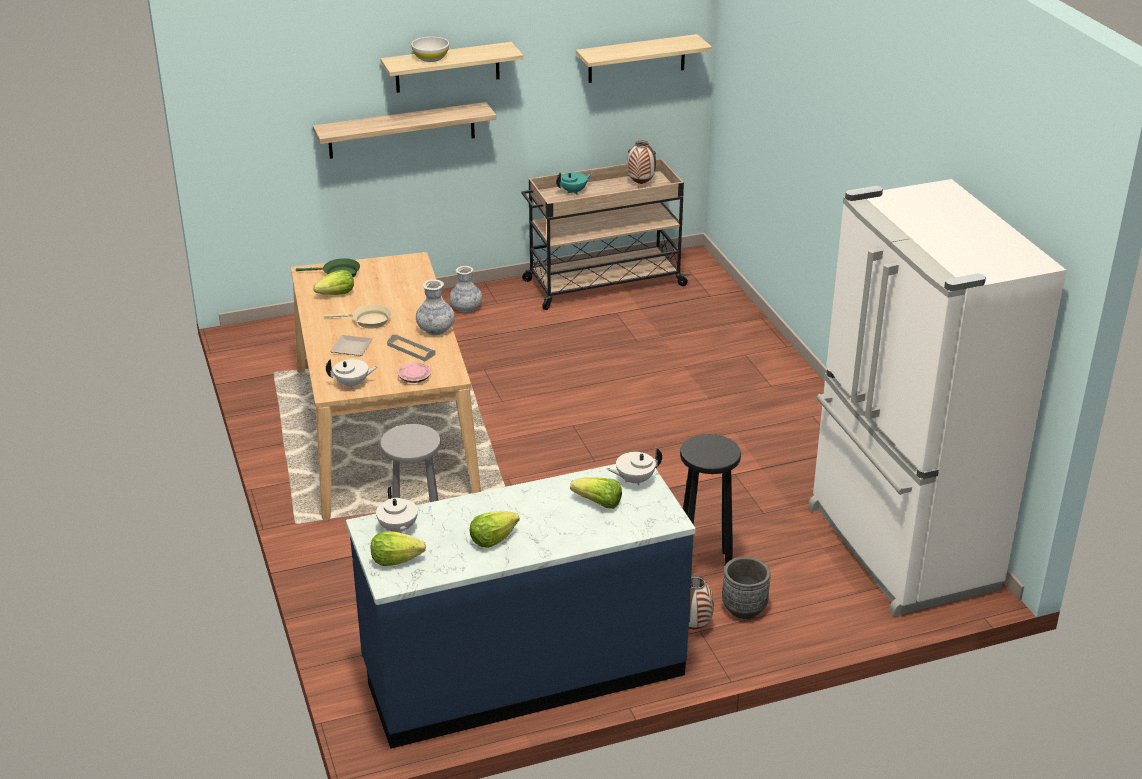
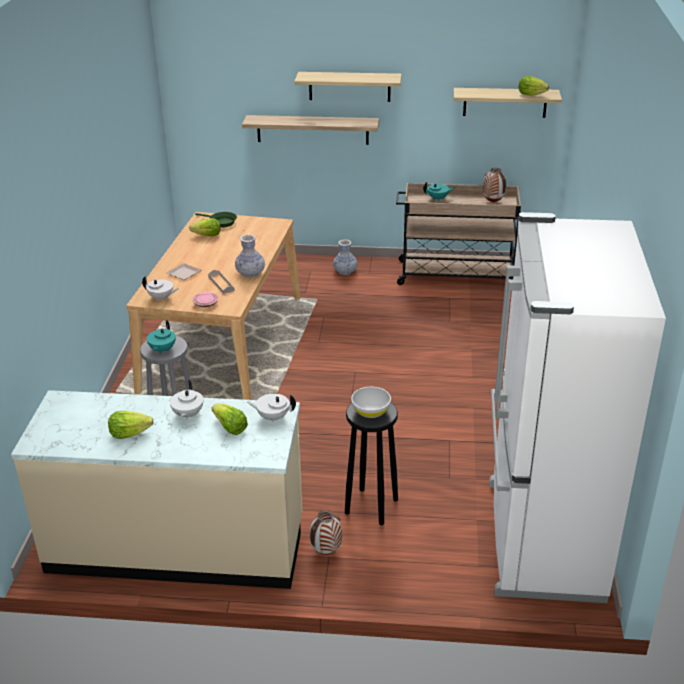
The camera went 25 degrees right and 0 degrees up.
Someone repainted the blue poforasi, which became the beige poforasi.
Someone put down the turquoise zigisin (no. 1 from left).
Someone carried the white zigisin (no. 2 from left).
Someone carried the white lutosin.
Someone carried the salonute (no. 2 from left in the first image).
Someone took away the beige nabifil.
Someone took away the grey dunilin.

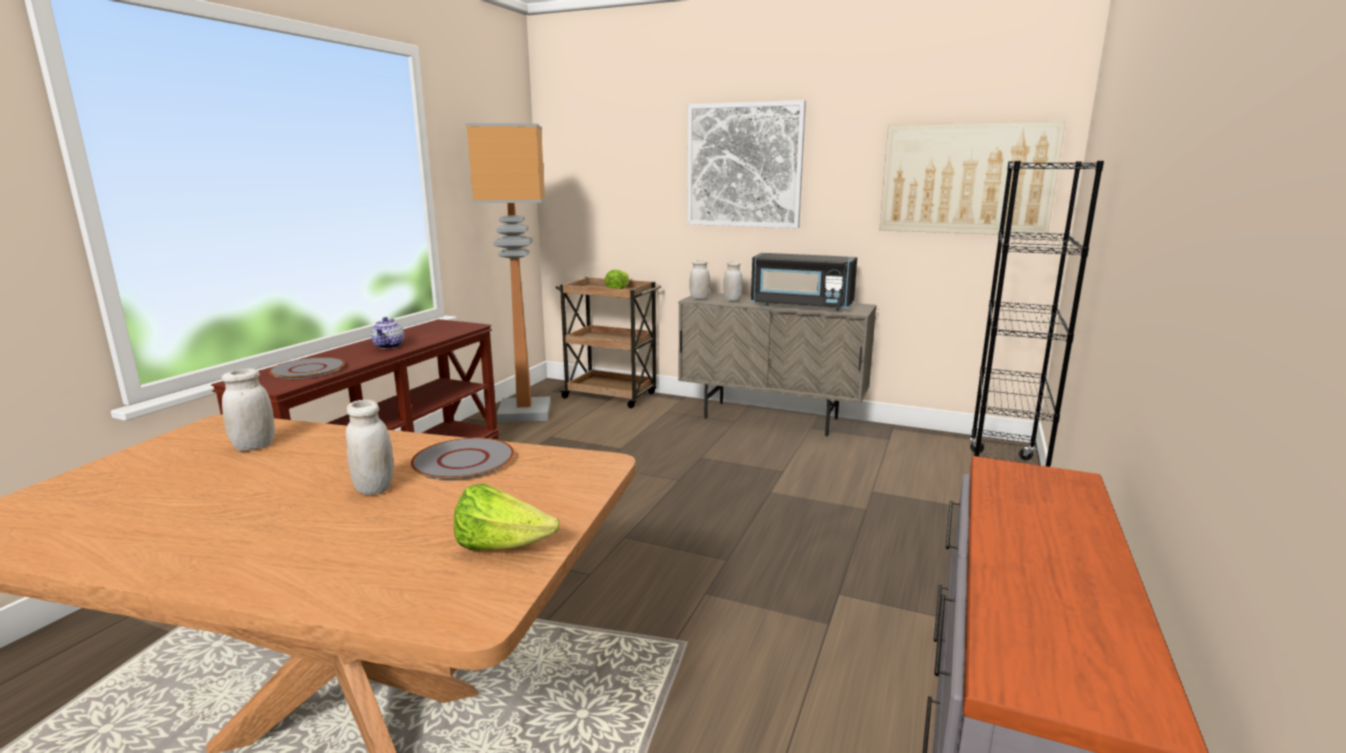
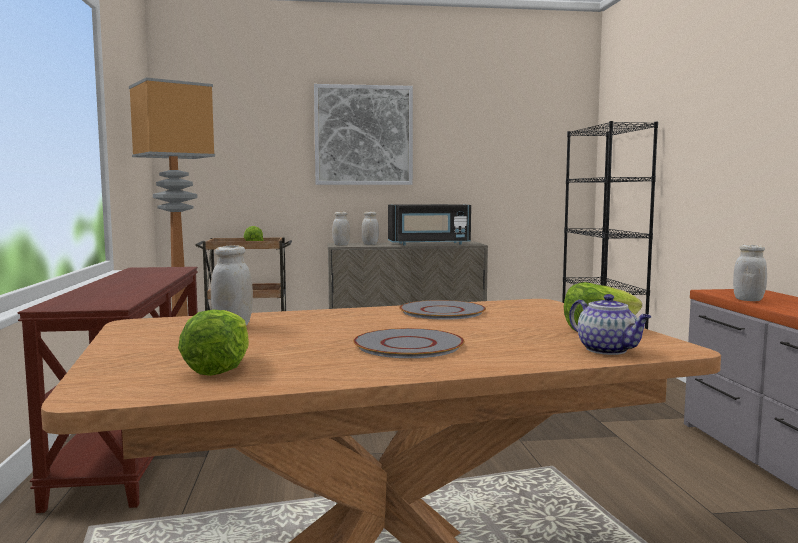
The camera went 30 degrees left and 10 degrees down.
Someone put down the salonute (no. 1 from left).
Someone carried the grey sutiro (no. 1 from left).
Someone carried the zigisin.
Someone carried the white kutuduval (no. 2 from left in the first image).
Someone took away the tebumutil (no. 2 from left).

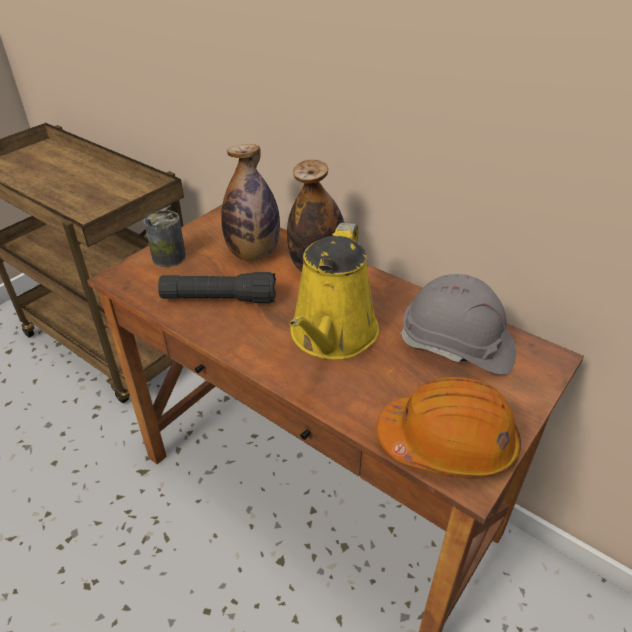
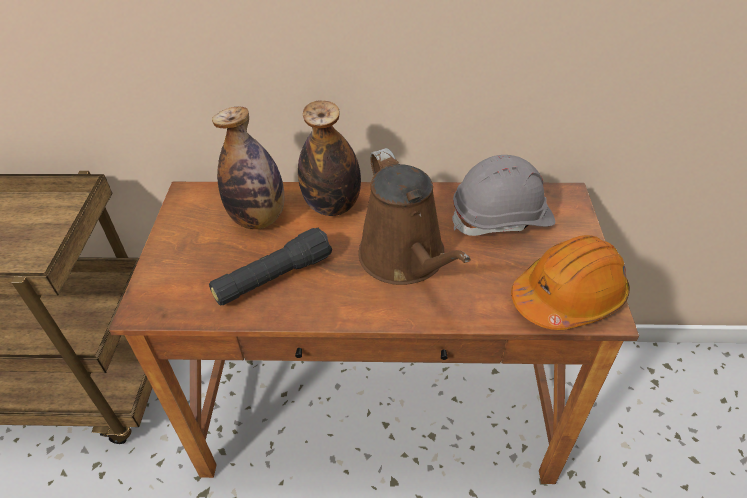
The camera went 35 degrees left and 5 degrees up.
Someone repainted the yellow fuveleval, which became the brown fuveleval.
Someone took away the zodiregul.

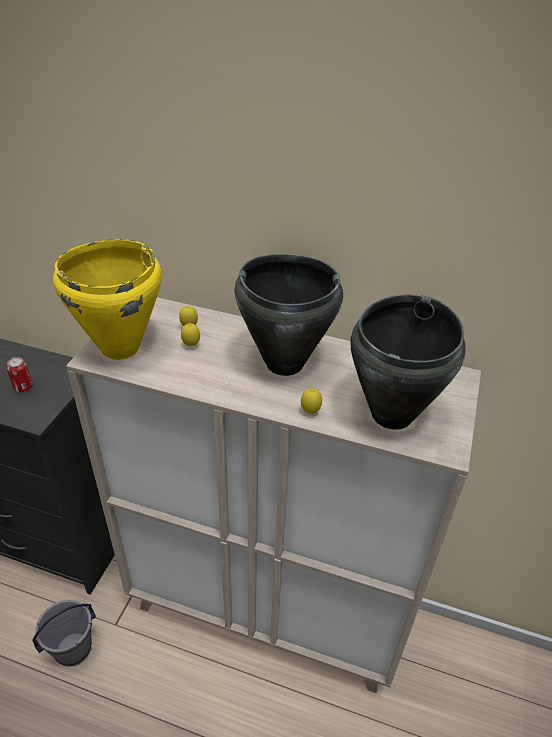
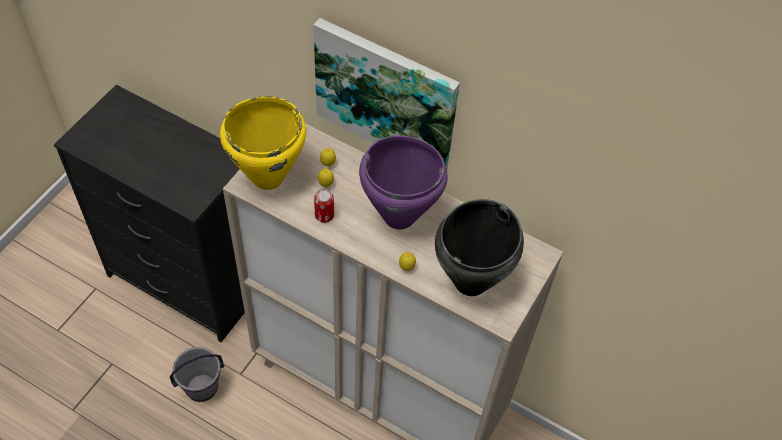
The camera went 10 degrees right and 15 degrees up.
Someone put up the tebumutil.
Someone carried the zodiregul.
Someone repainted the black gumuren (no. 1 from left), which became the purple gumuren.

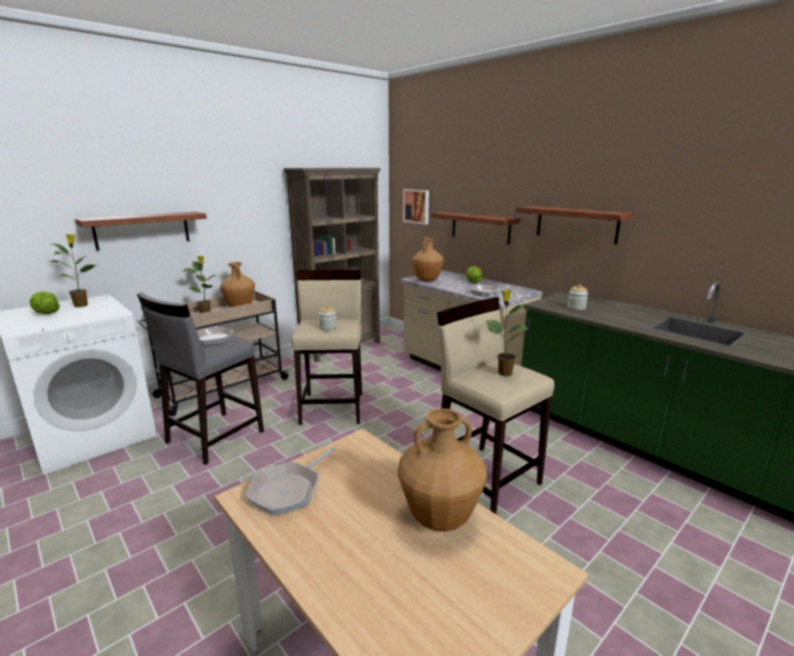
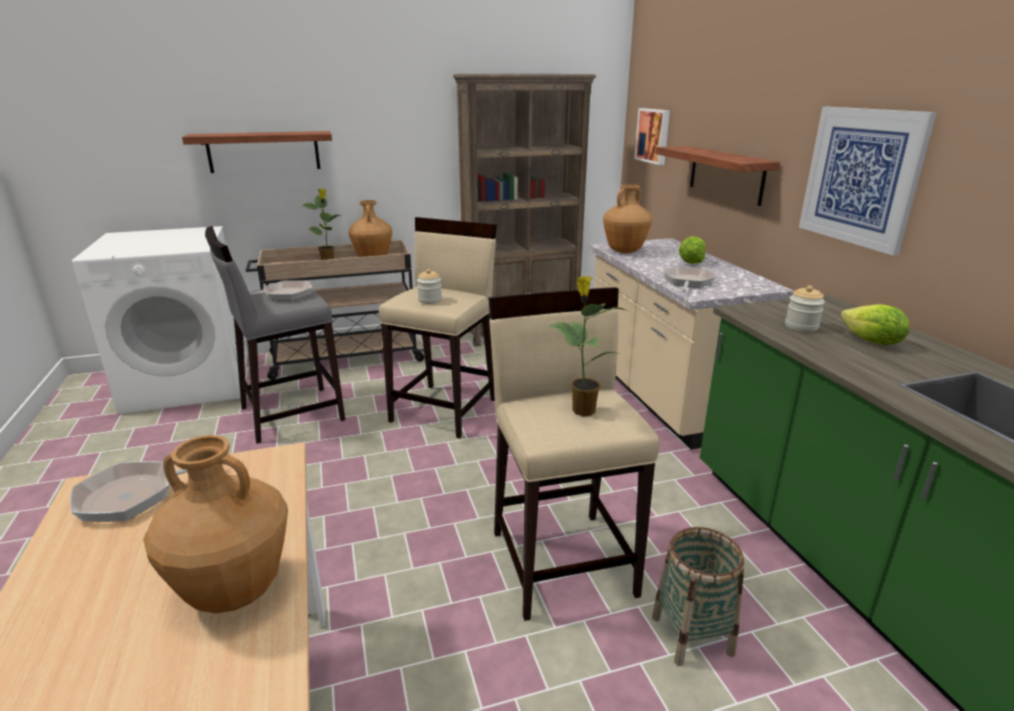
The camera went 25 degrees right and 5 degrees up.
Someone put down the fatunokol.
Someone swapped the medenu (no. 3 from left) for the tebumutil (no. 2 from left).
Someone carried the salonute (no. 1 from left in the first image).
Someone took away the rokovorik (no. 1 from left).

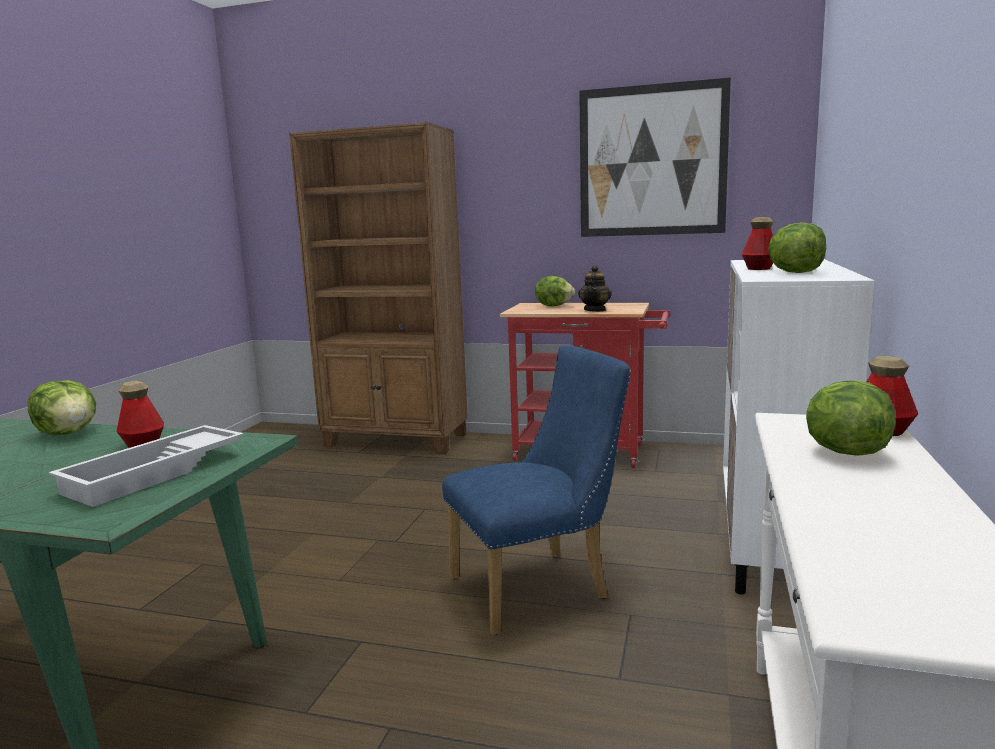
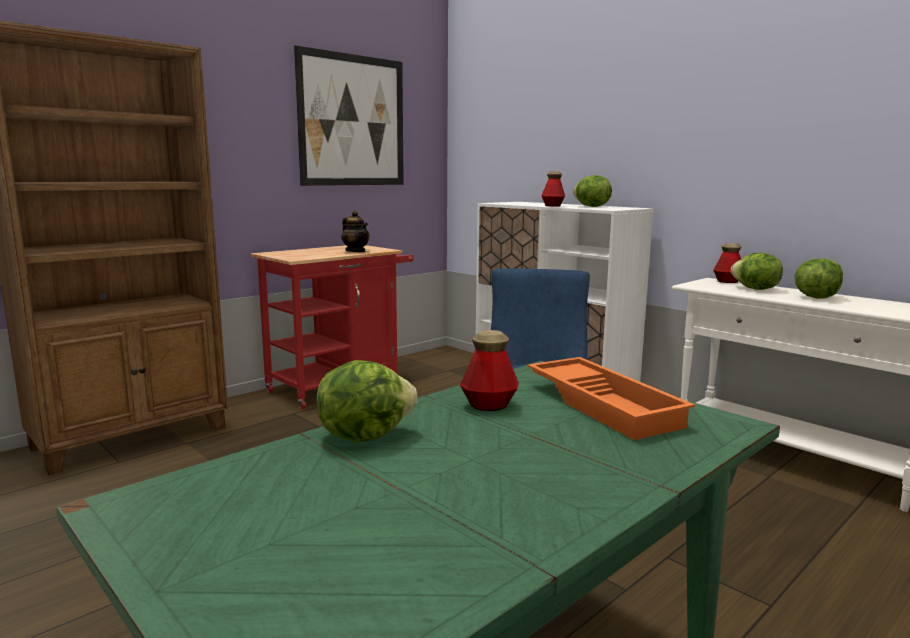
The camera went 60 degrees left and 0 degrees up.
Someone repainted the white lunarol, which became the orange lunarol.
Someone carried the salonute (no. 2 from left in the first image).

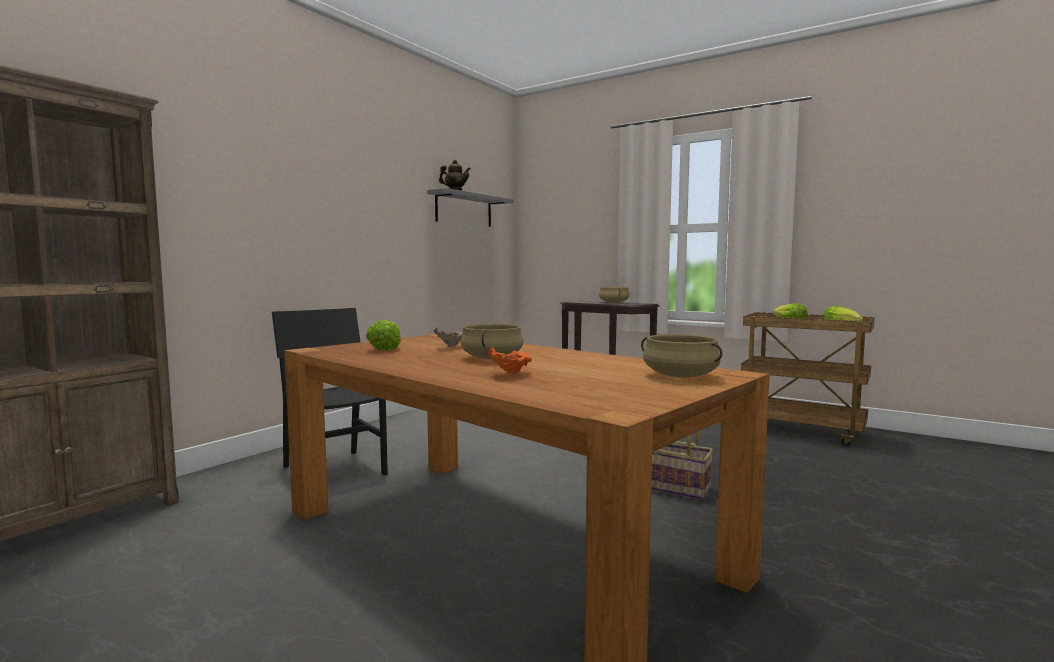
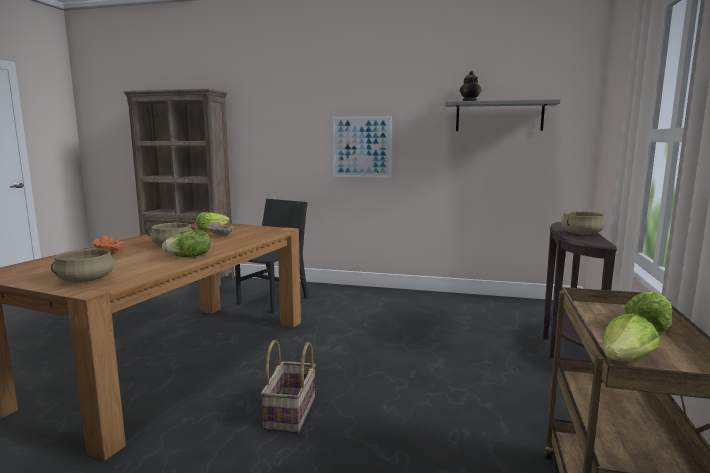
The camera went 70 degrees right and 5 degrees up.
Someone put down the salonute (no. 1 from left).
Someone put up the tebumutil.

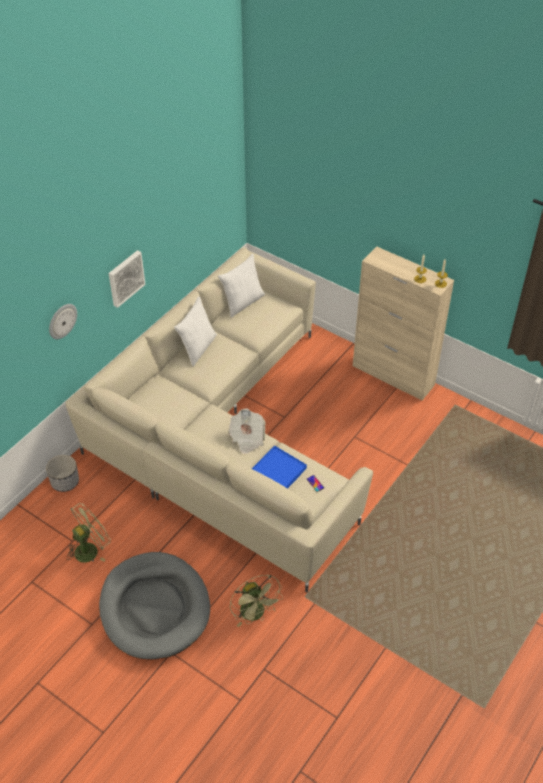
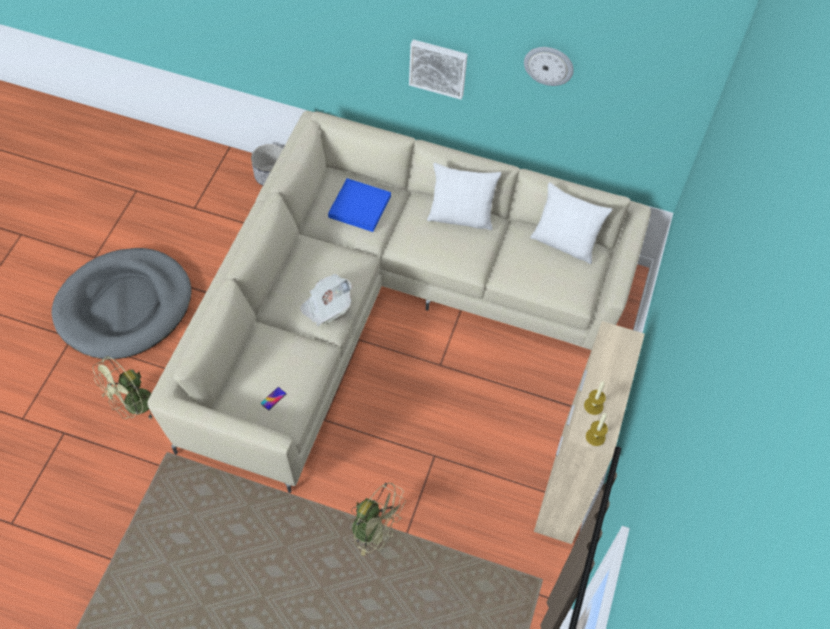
The camera went 70 degrees right and 10 degrees up.
Someone carried the blue lunarol.
Someone carried the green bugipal (no. 1 from left in the first image).
Someone carried the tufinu.

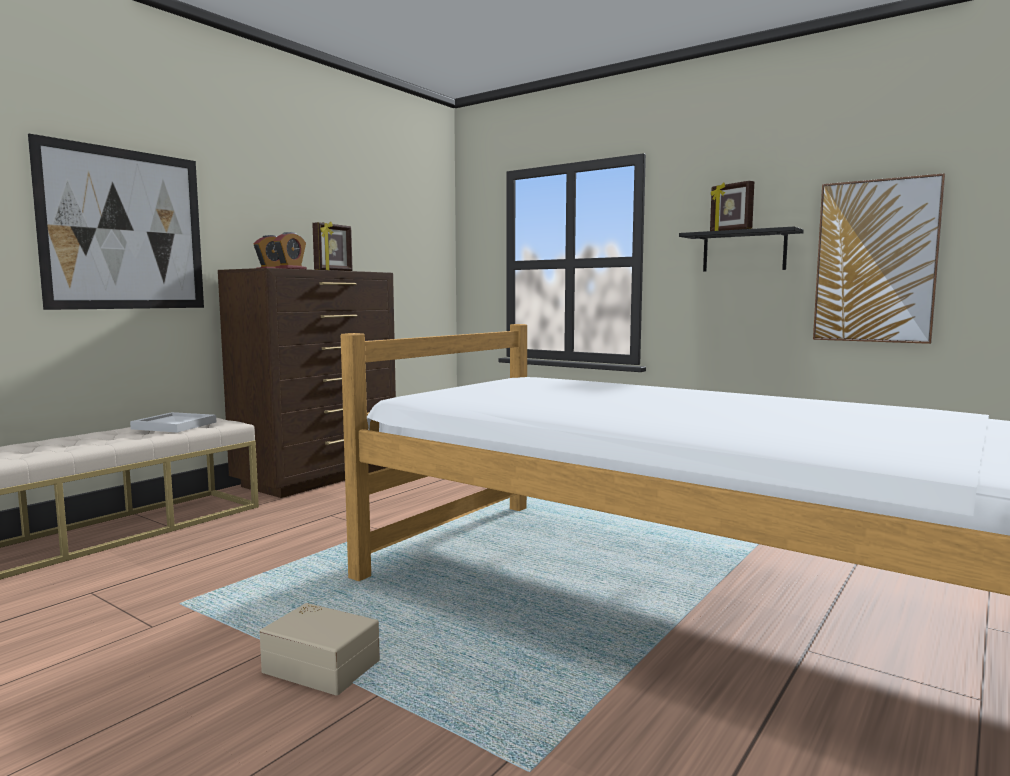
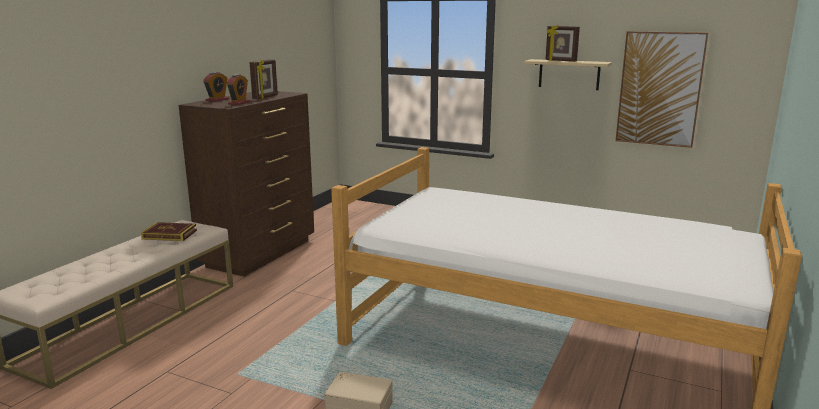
The camera went 10 degrees left and 10 degrees up.
Someone swapped the white lunarol for the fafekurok.
Someone repainted the black medenu, which became the beige medenu.
Someone took away the tebumutil (no. 1 from left).

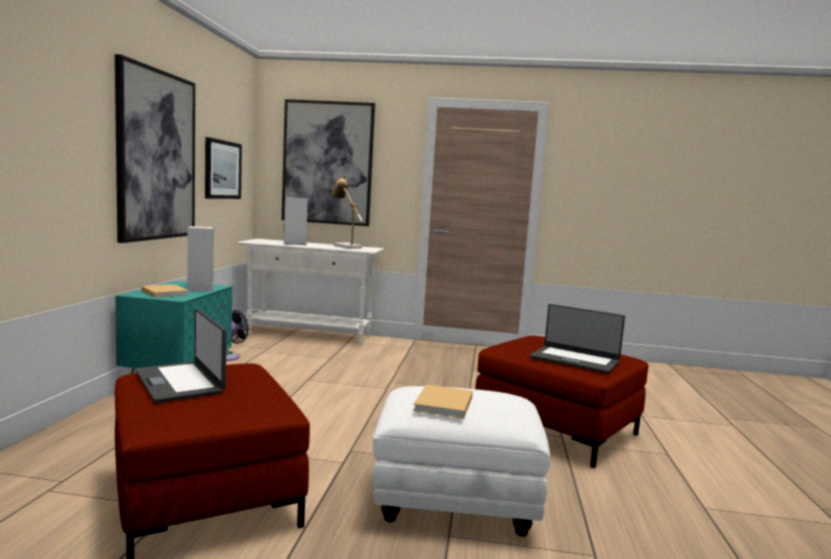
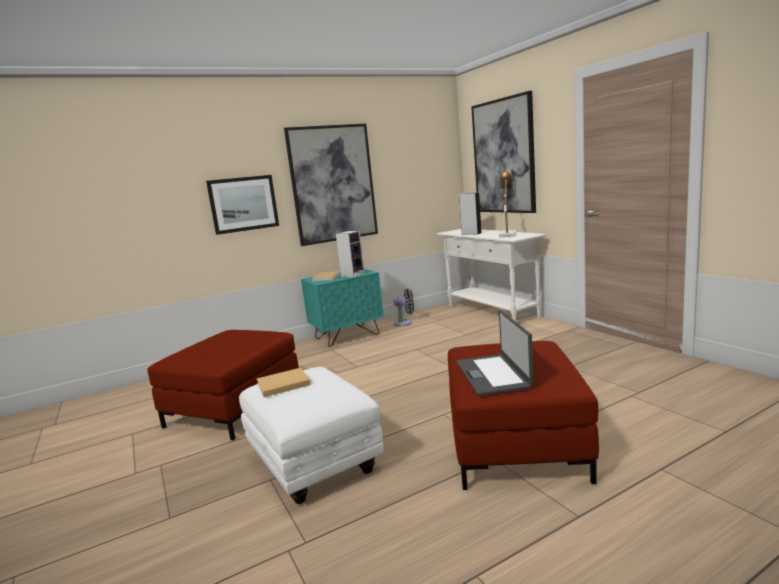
The camera went 55 degrees right and 5 degrees up.
Someone carried the tebumutil (no. 2 from left in the first image).
Someone took away the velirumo (no. 1 from left).

